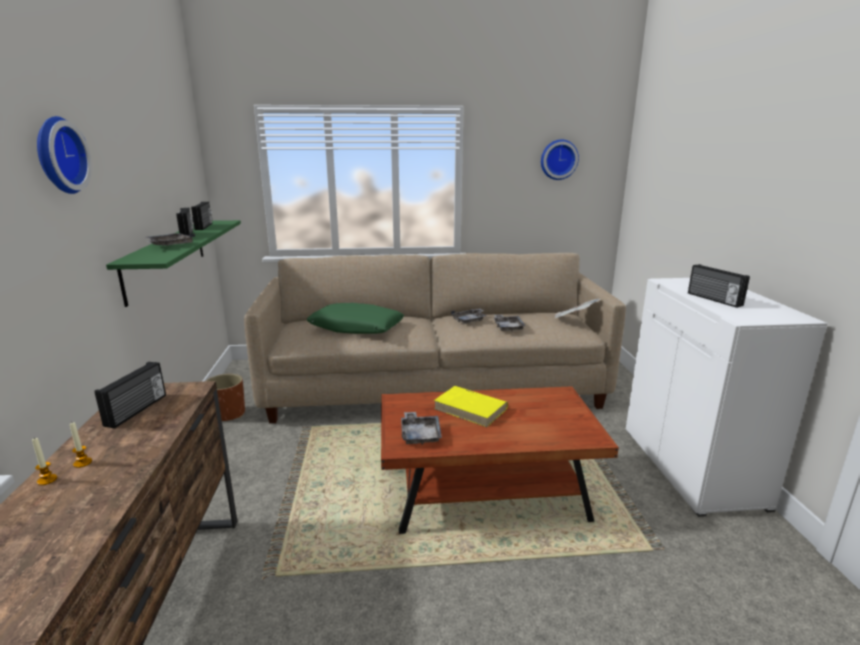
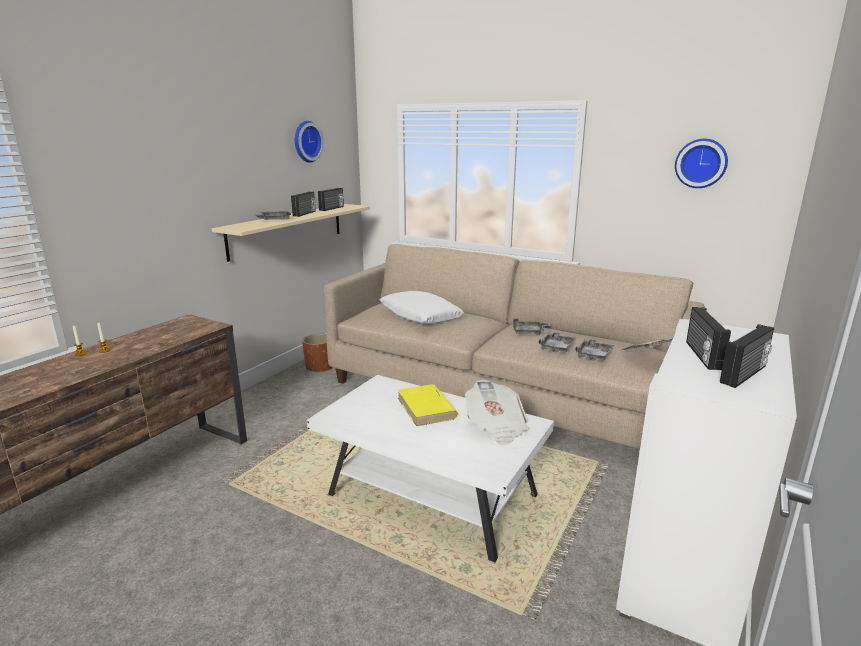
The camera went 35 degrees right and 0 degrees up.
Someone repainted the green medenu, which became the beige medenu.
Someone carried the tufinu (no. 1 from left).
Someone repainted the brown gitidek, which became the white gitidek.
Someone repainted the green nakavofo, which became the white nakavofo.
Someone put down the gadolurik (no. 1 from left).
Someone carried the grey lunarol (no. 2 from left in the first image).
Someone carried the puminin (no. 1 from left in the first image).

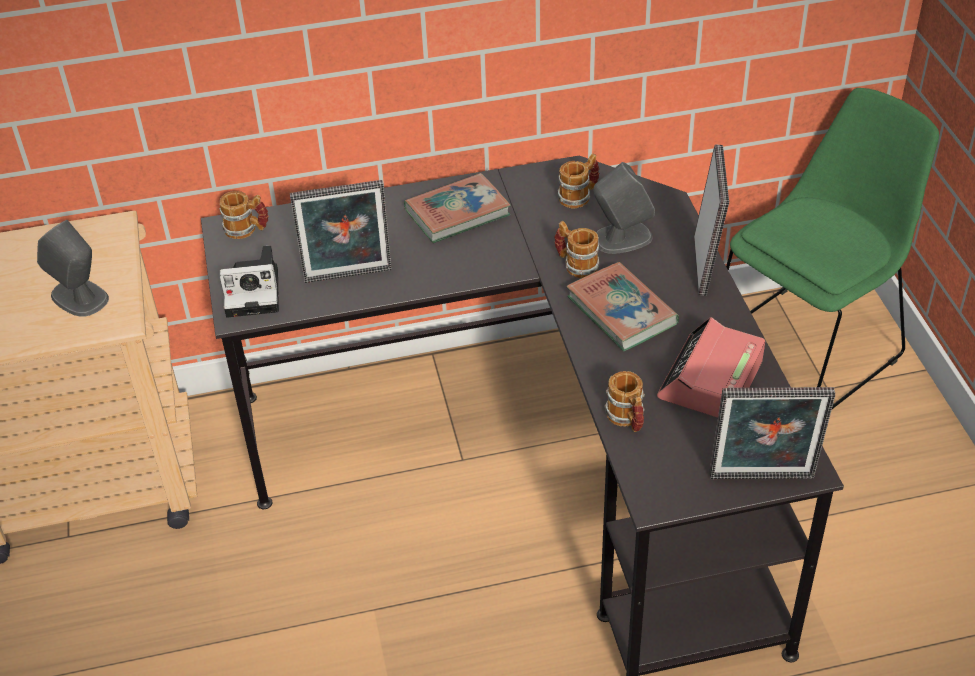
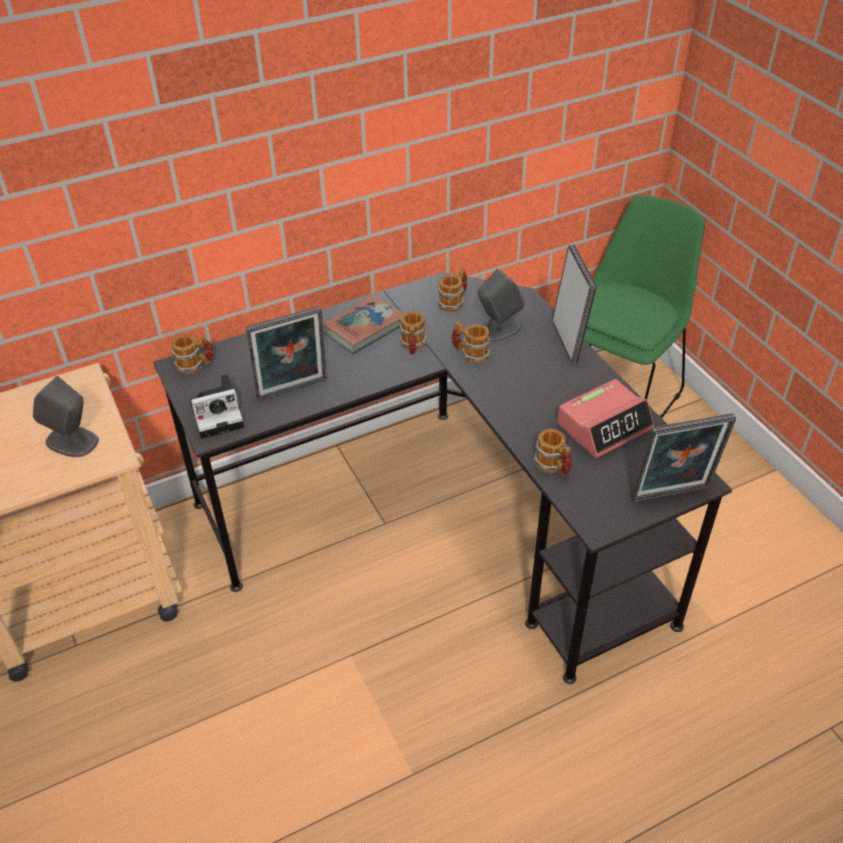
The camera went 15 degrees left and 0 degrees up.
Someone put down the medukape (no. 2 from left).
Someone rotated the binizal by 135 degrees counterclockwise.
Someone took away the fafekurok (no. 2 from left).

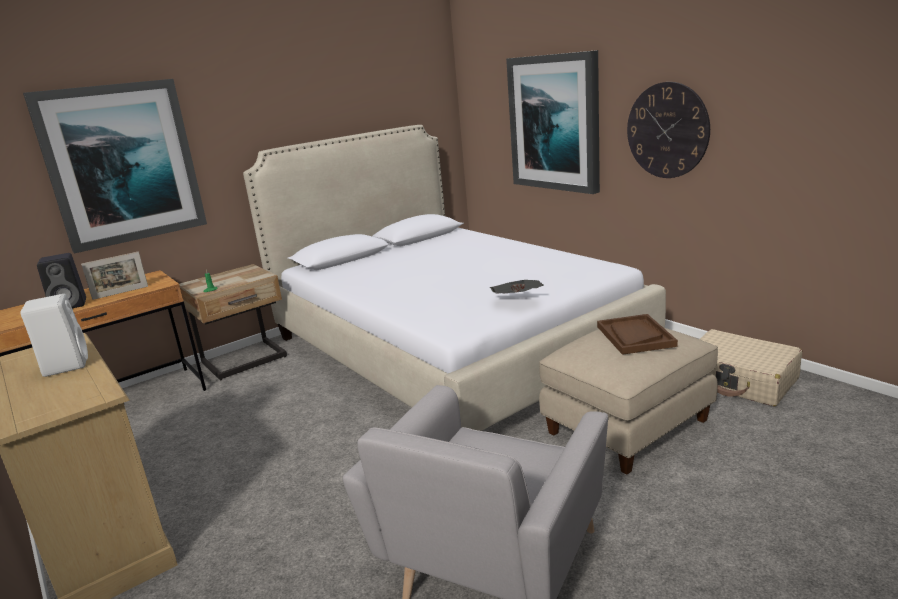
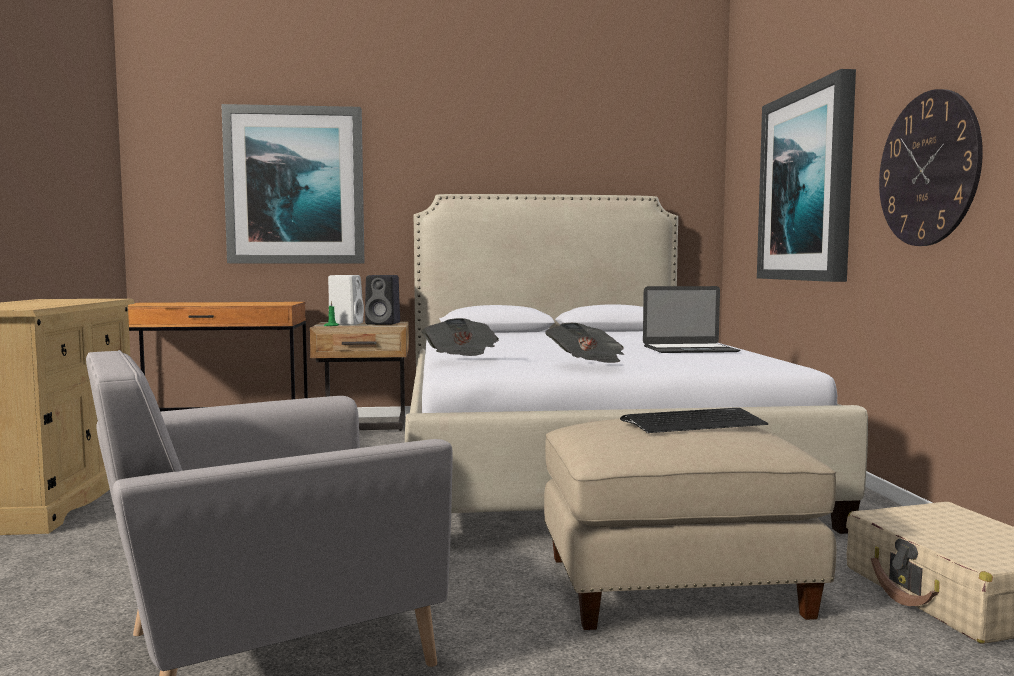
The camera went 30 degrees right and 15 degrees down.
Someone carried the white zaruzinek.
Someone carried the black zaruzinek.
Someone put down the gadolurik (no. 1 from left).
Someone swapped the brown lunarol for the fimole.
Someone put down the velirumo.
Someone took away the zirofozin.

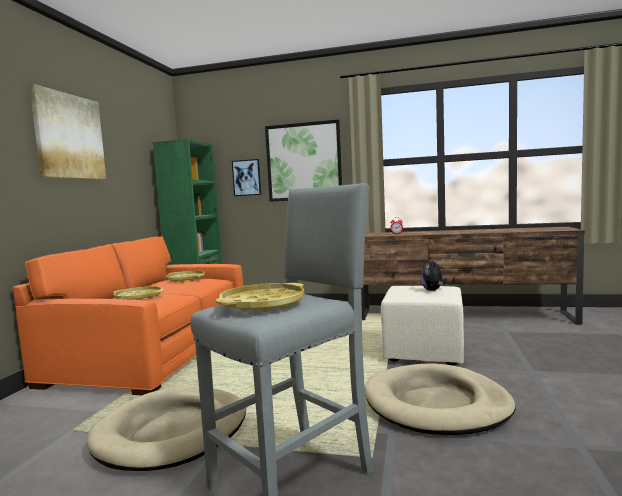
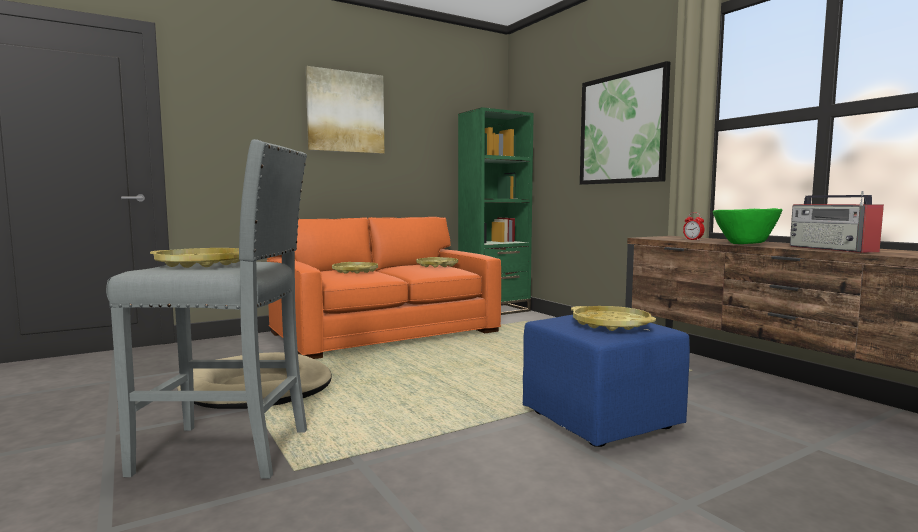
The camera went 45 degrees right and 0 degrees up.
Someone repainted the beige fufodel, which became the blue fufodel.
Someone swapped the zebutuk for the yellow lunarol (no. 4 from left).
Someone put down the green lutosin.
Someone put down the puminin.
Someone took away the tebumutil (no. 2 from left).
Someone took away the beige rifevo (no. 2 from left).

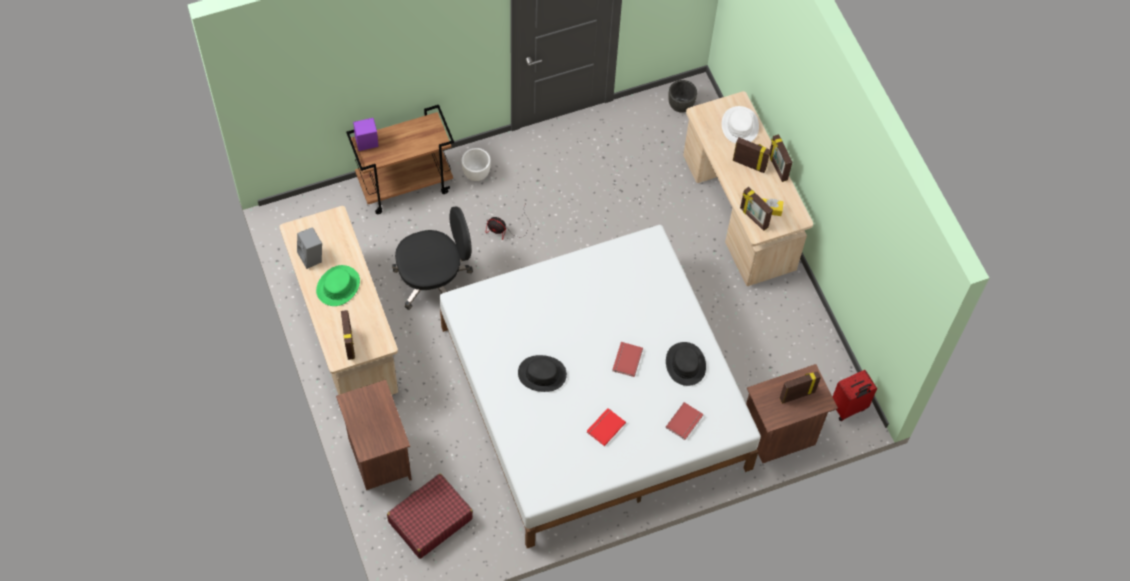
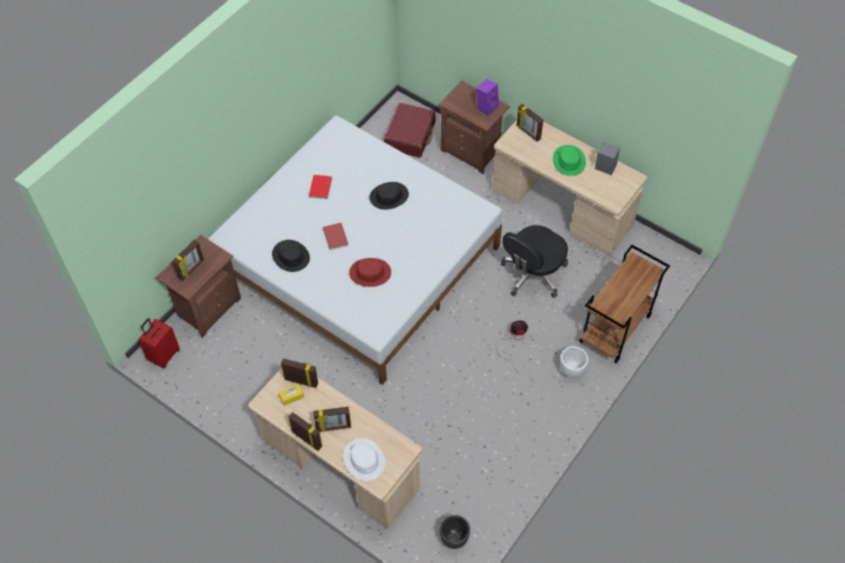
The camera went 150 degrees right and 5 degrees down.
Someone put down the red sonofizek.
Someone carried the purple zaruzinek.
Someone took away the red fafekurok (no. 3 from left).

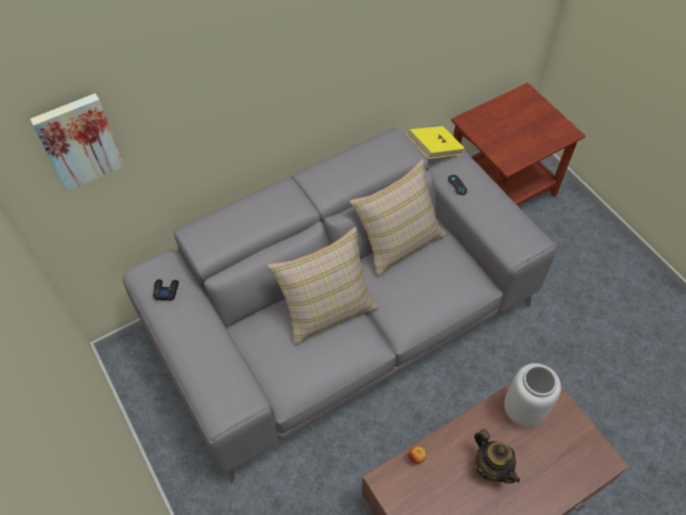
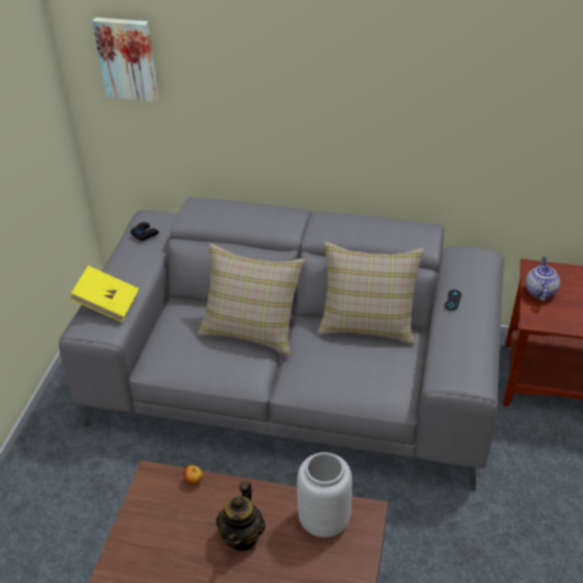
The camera went 45 degrees right and 15 degrees down.
Someone carried the yellow fafekurok.
Someone put down the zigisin (no. 2 from left).

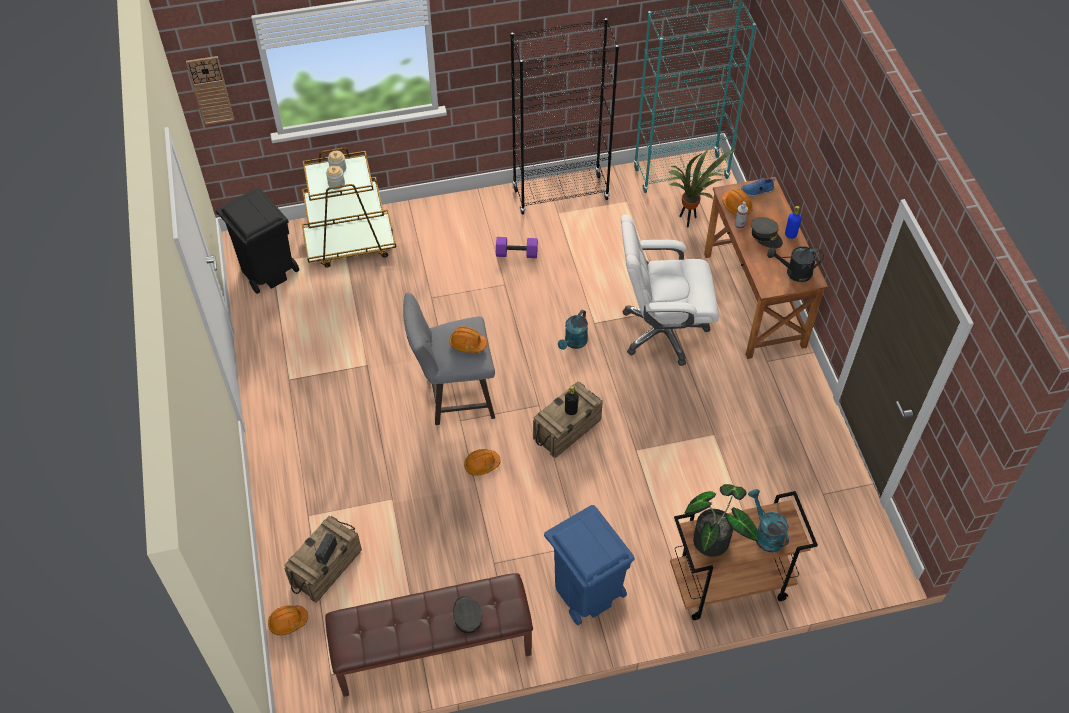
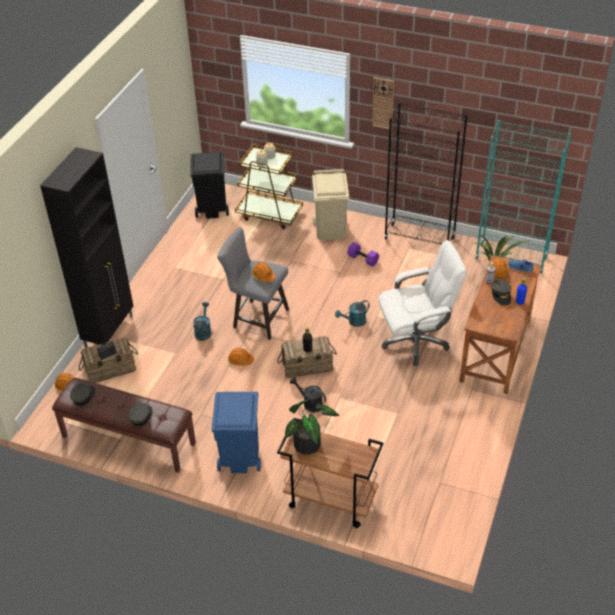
The camera went 35 degrees right and 10 degrees down.
Someone put down the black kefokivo.
Someone put down the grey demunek (no. 1 from left).
Someone carried the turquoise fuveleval (no. 2 from left in the first image).
Someone carried the black fuveleval.
Someone put down the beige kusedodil.
Someone carried the tufinu.
Someone rotated the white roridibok by 135 degrees clockwise.

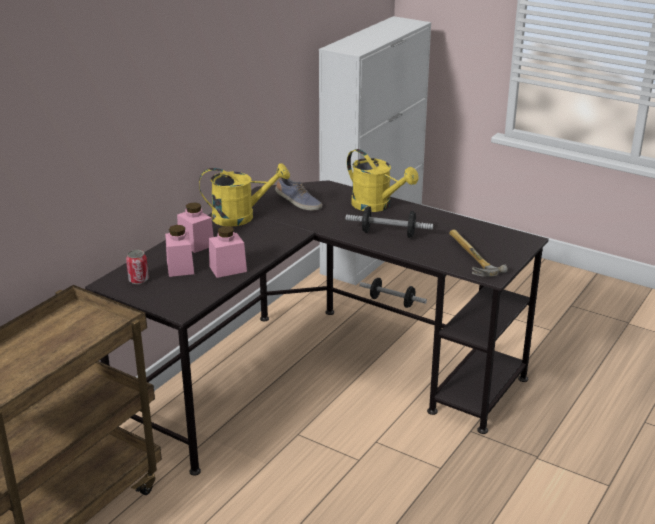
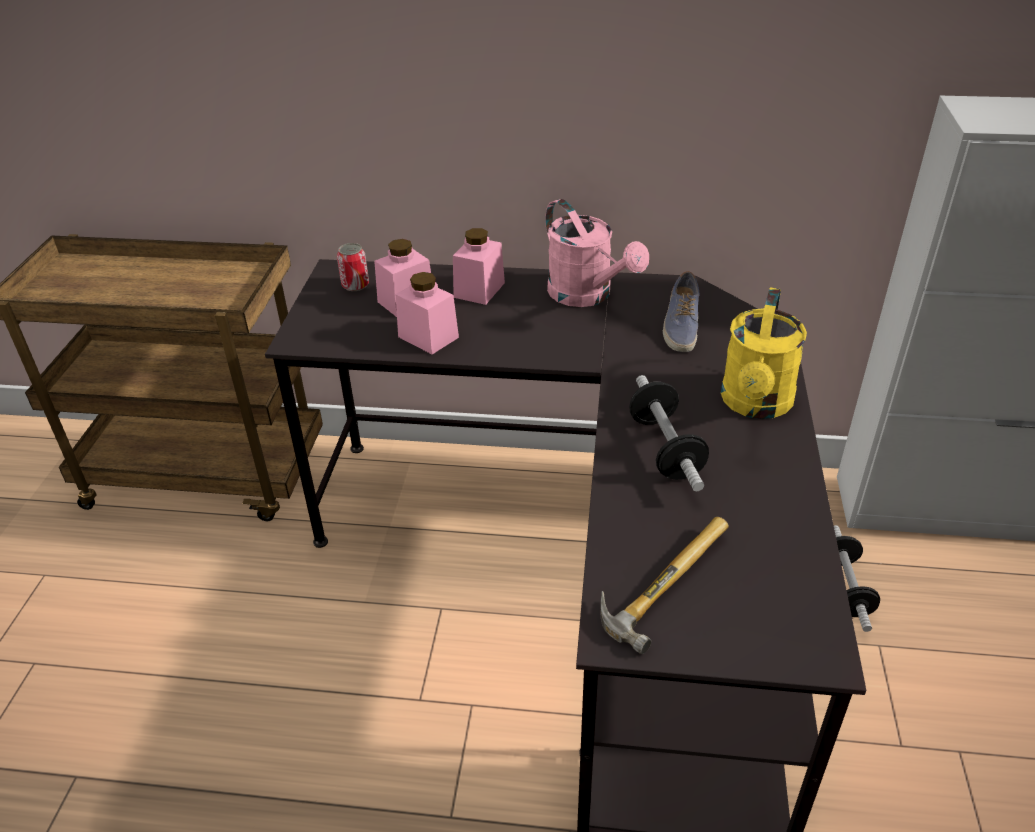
The camera went 65 degrees right and 10 degrees up.
Someone repainted the yellow fuveleval (no. 1 from left), which became the pink fuveleval.

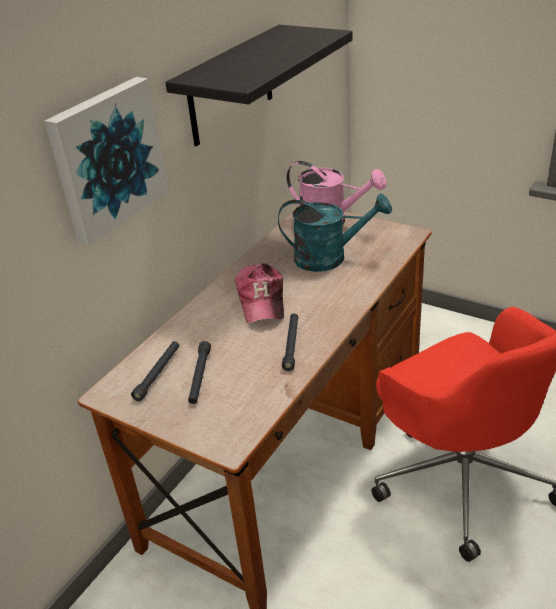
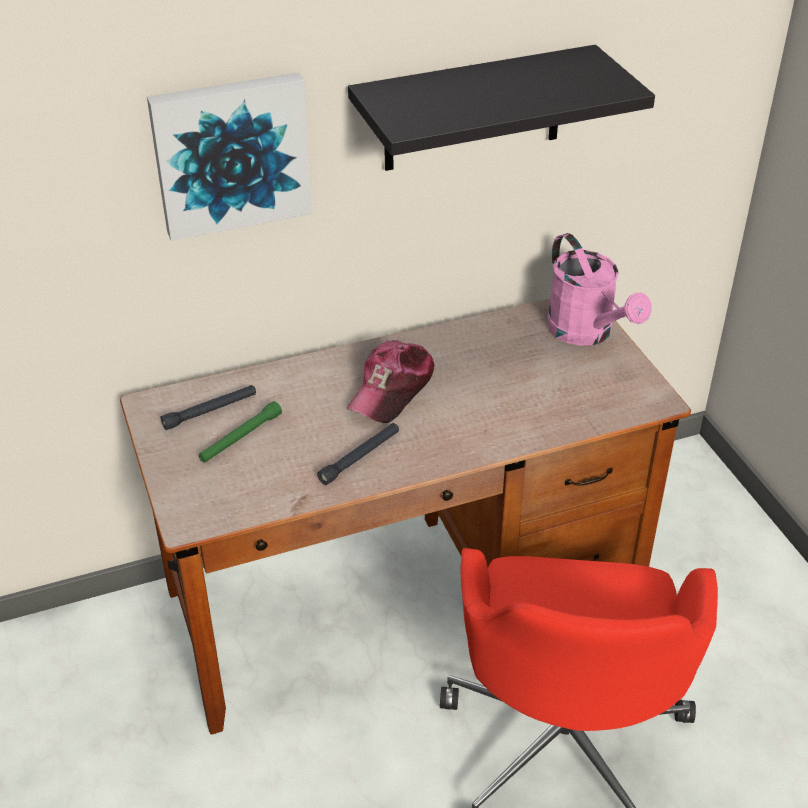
The camera went 35 degrees right and 5 degrees up.
Someone repainted the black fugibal (no. 2 from left), which became the green fugibal.
Someone took away the turquoise fuveleval.

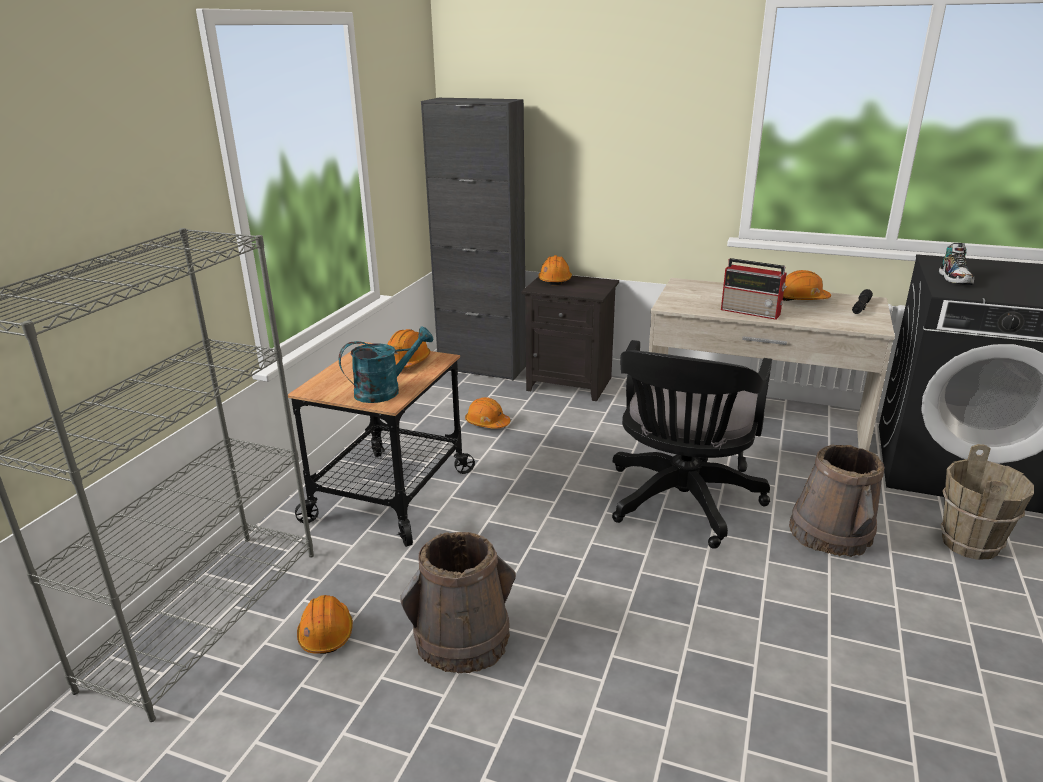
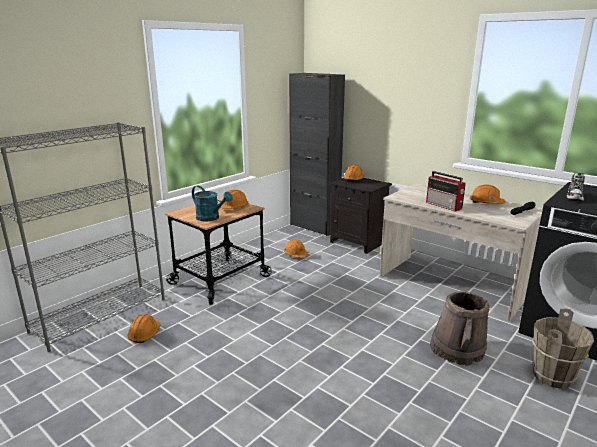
The camera went 20 degrees right and 5 degrees down.
Someone rotated the turquoise fuveleval by 45 degrees clockwise.
Someone took away the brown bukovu (no. 1 from left).
Someone took away the black roridibok.

